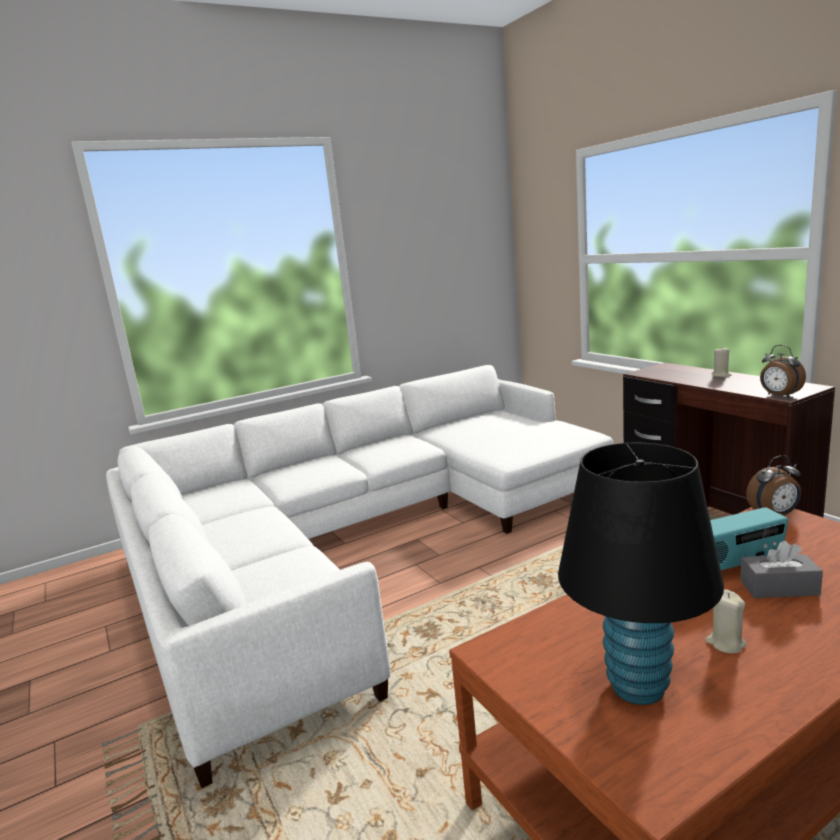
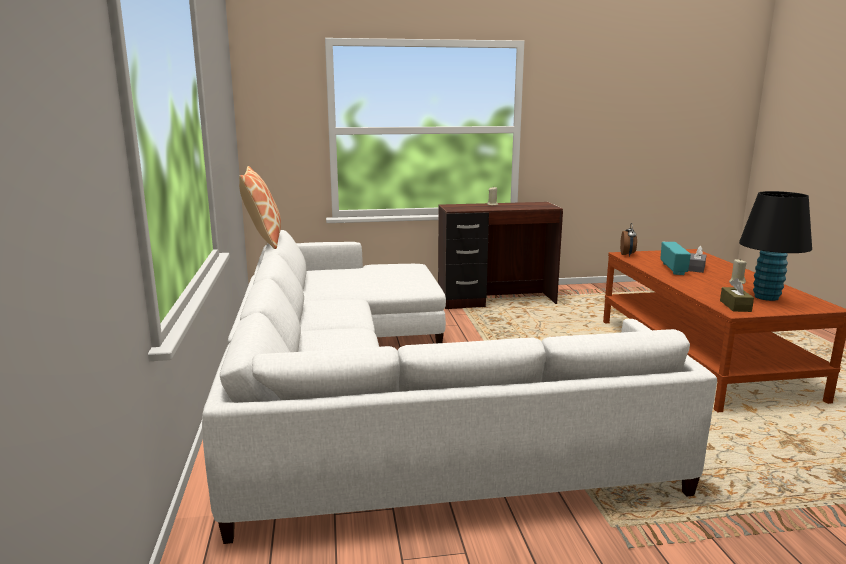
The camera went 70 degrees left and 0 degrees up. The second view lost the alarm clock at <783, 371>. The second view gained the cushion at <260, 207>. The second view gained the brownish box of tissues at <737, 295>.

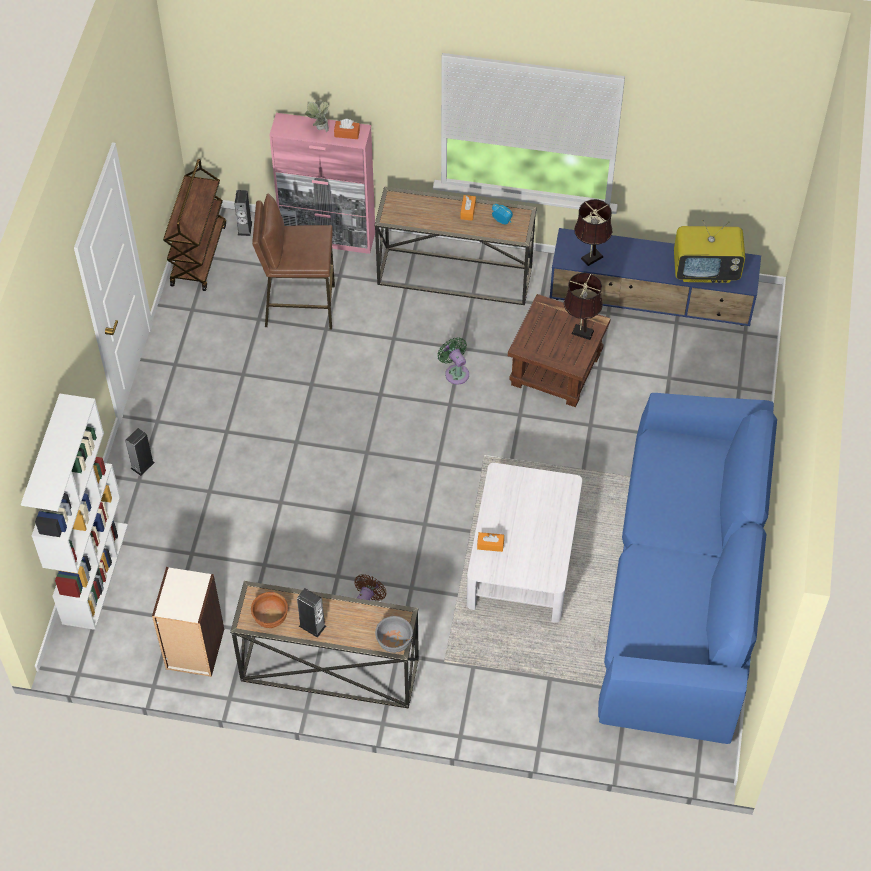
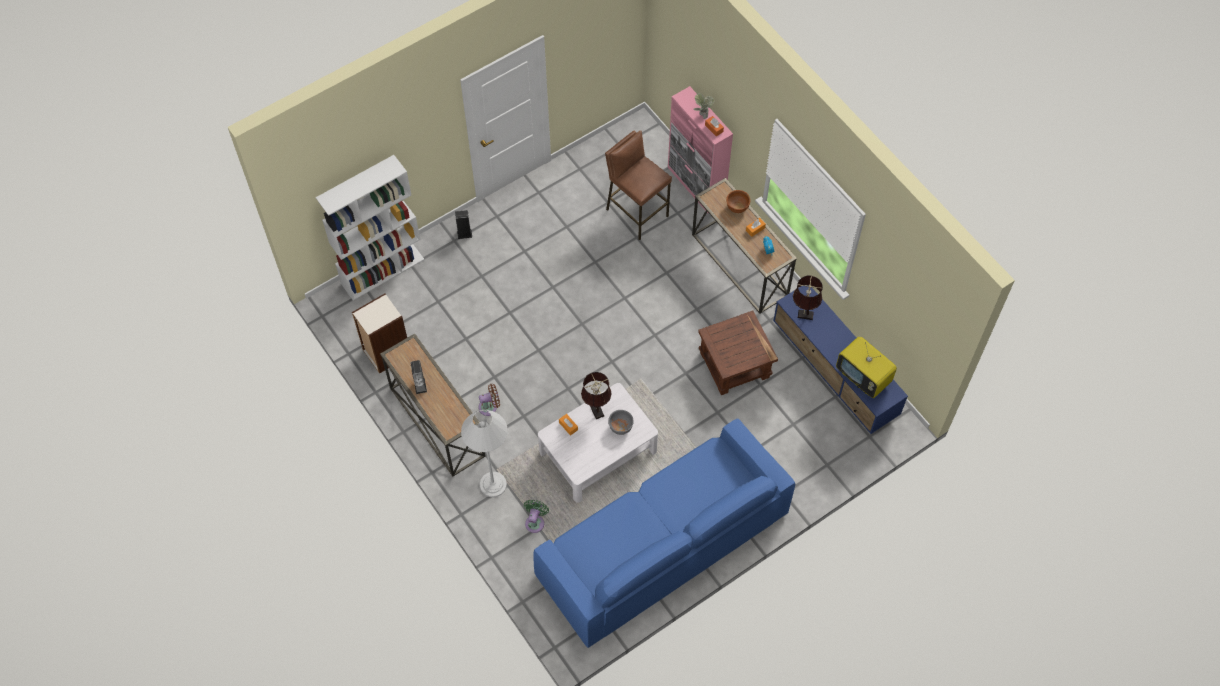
The camera went 45 degrees right and 5 degrees up. The second view lost the brownish wheeled cart at <194, 225>. The second view lost the loudspeaker at <243, 213>. The brownish table lamp ended up elsewhere, having gone from <583, 306> to <596, 395>. The greenish electric fan ended up elsewhere, having gone from <453, 361> to <536, 516>. The brownish deep dish ended up elsewhere, having gone from <269, 610> to <738, 201>. The gray deep dish ended up elsewhere, having gone from <394, 634> to <621, 422>. The second view gained the white-coloured floor lamp at <484, 453>.

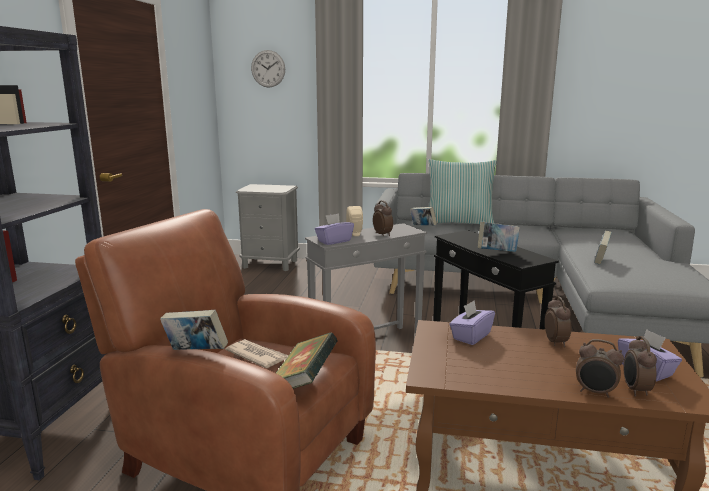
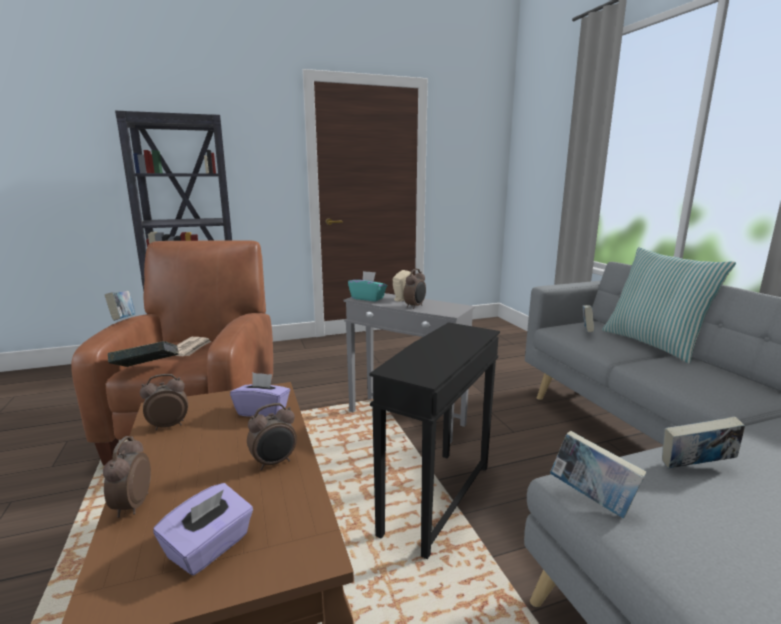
The camera went 60 degrees right and 0 degrees up. The second view lost the wall clock at <268, 68>. The second view lost the gray night table at <268, 227>. What was the purple box of tissues at <334, 229> turned into the turquoise box of tissues at <367, 286>. The book ended up elsewhere, having gone from <499, 237> to <598, 474>. The alarm clock ended up elsewhere, having gone from <640, 366> to <164, 402>.

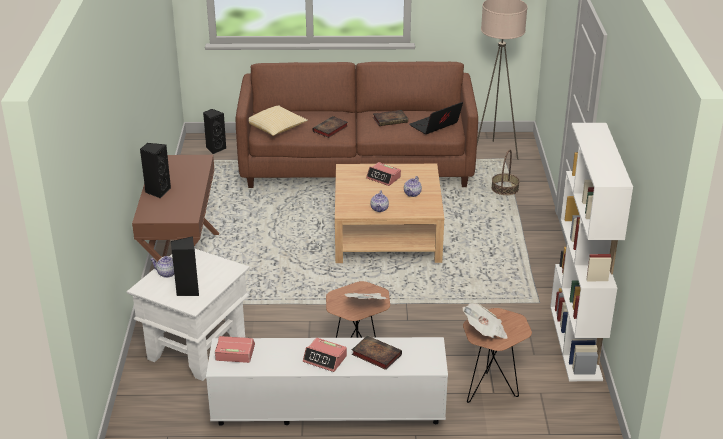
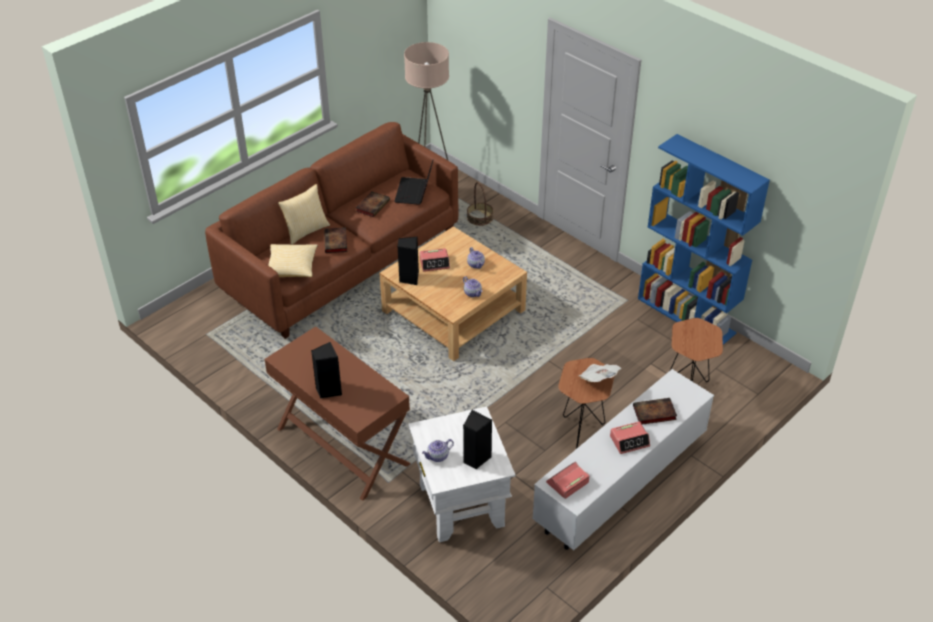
The camera went 45 degrees left and 10 degrees up. The black-coloured loudspeaker ended up elsewhere, having gone from <215, 131> to <408, 261>. What was the white-coloured bookcase at <591, 252> turned into the bluish bookcase at <704, 239>. The second view lost the newspaper at <485, 321>. The second view gained the cushion at <304, 214>.

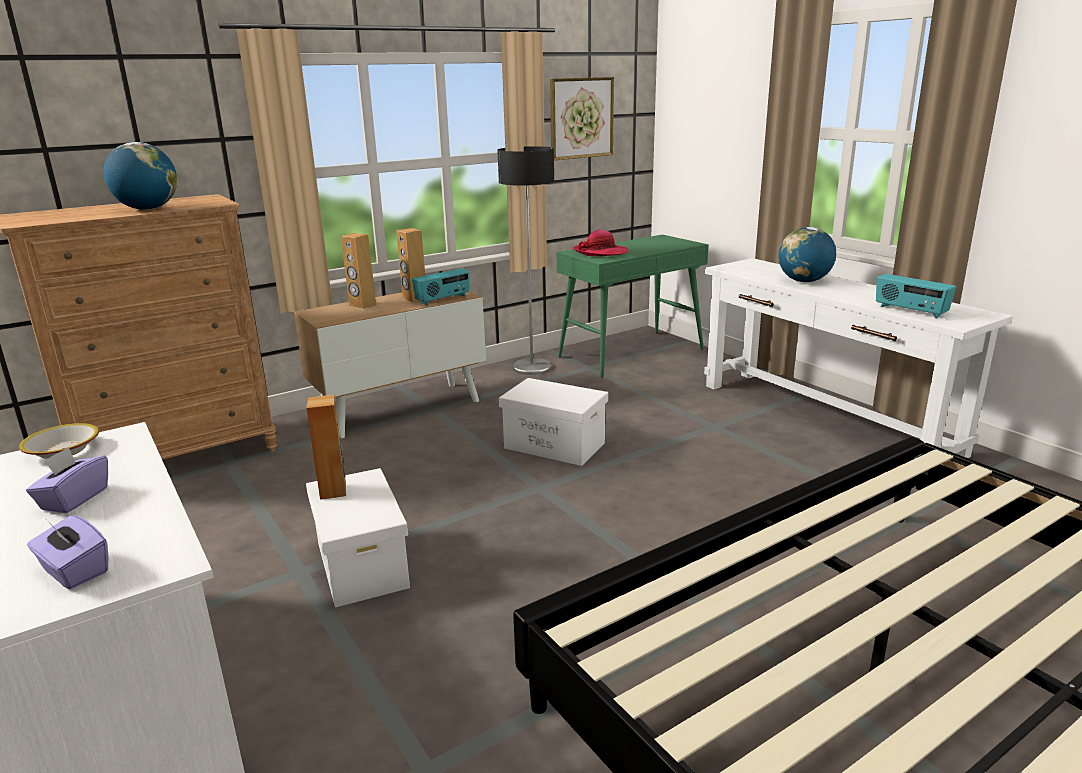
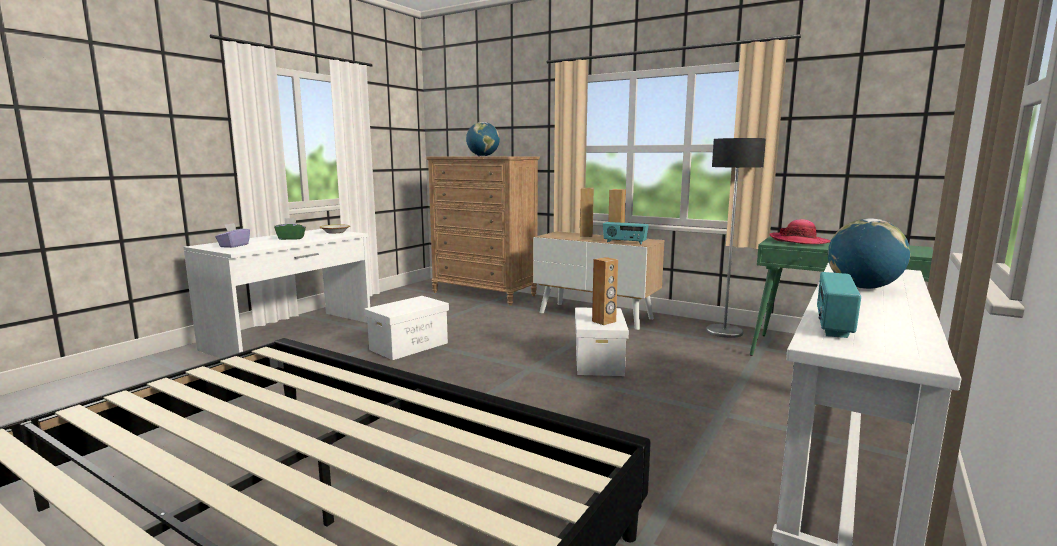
The camera went 65 degrees right and 10 degrees down. The second view lost the wall art at <582, 118>. The brownish loudspeaker ended up elsewhere, having gone from <326, 447> to <605, 291>. What was the purple box of tissues at <67, 480> turned into the greenish box of tissues at <290, 229>.

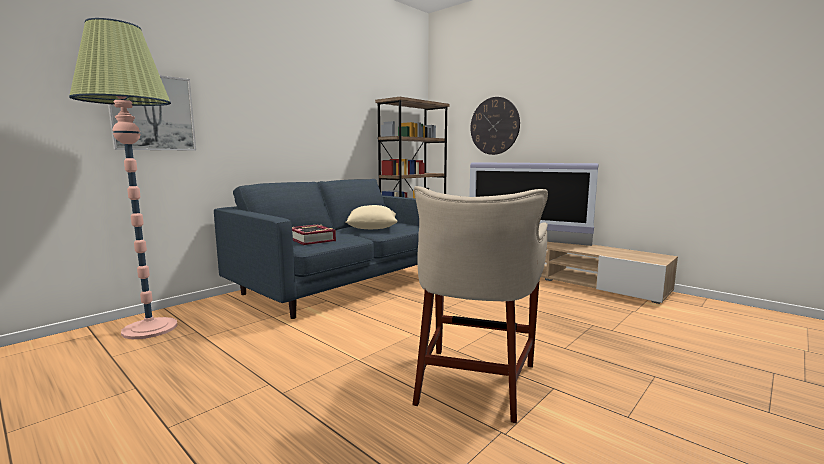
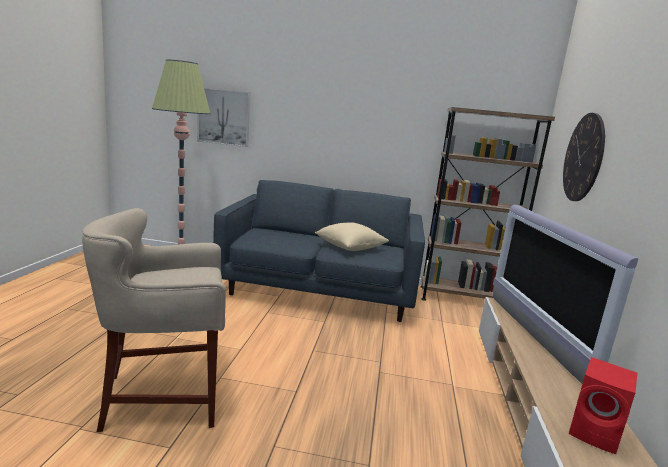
The camera went 55 degrees right and 5 degrees up. The second view lost the book at <314, 234>. The second view gained the red loudspeaker at <603, 405>.

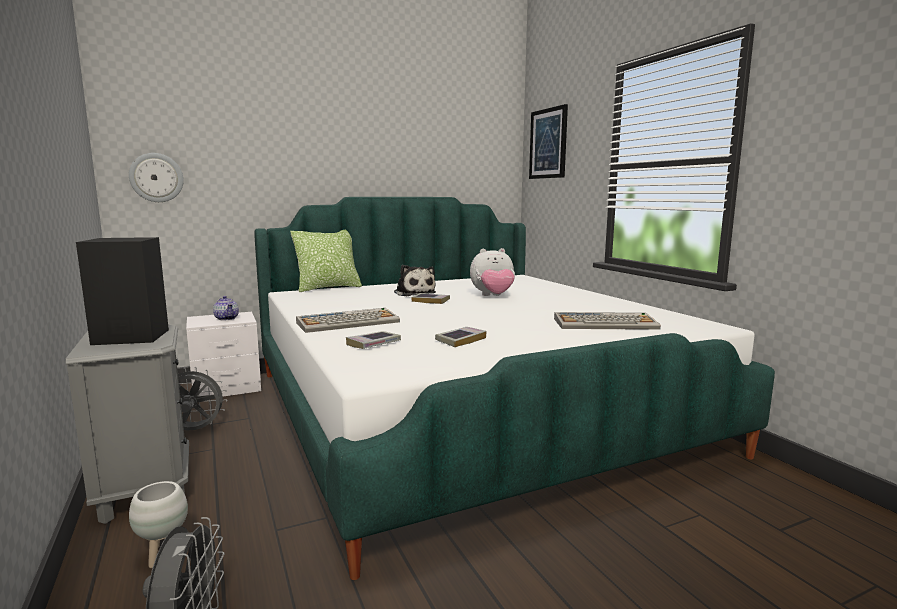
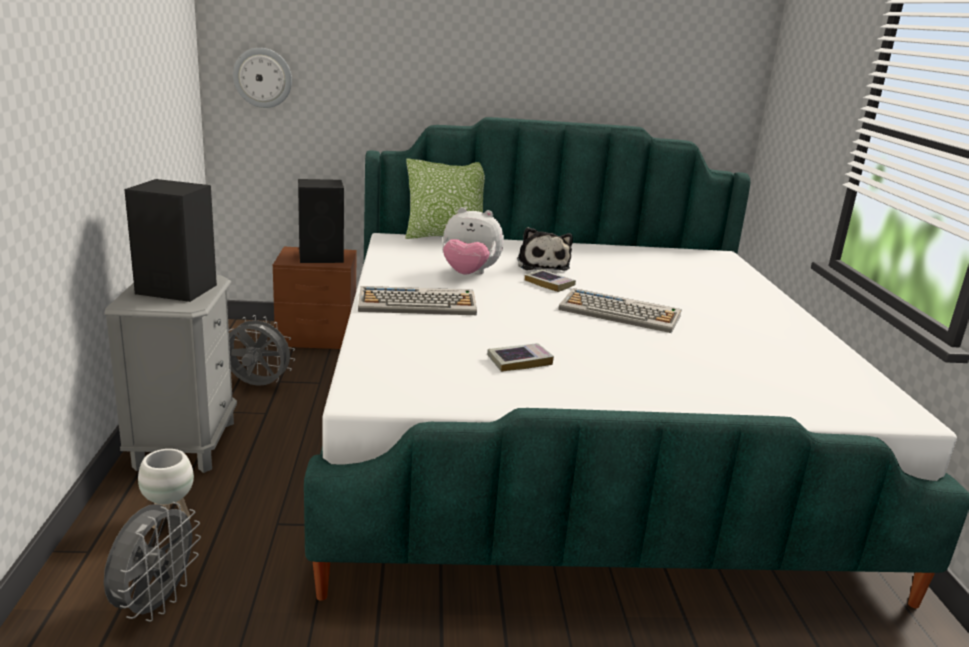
The camera went 20 degrees right and 10 degrees up. The second view lost the wall art at <548, 141>. The soft toy ended up elsewhere, having gone from <492, 272> to <473, 240>. Where the teapot stood at <226, 308>, the black-coloured loudspeaker came to stand at <321, 221>. What was the white-coloured night table at <223, 354> turned into the brownish night table at <315, 298>. The PC keyboard ended up elsewhere, having gone from <607, 321> to <619, 310>. The second view lost the book at <373, 340>.

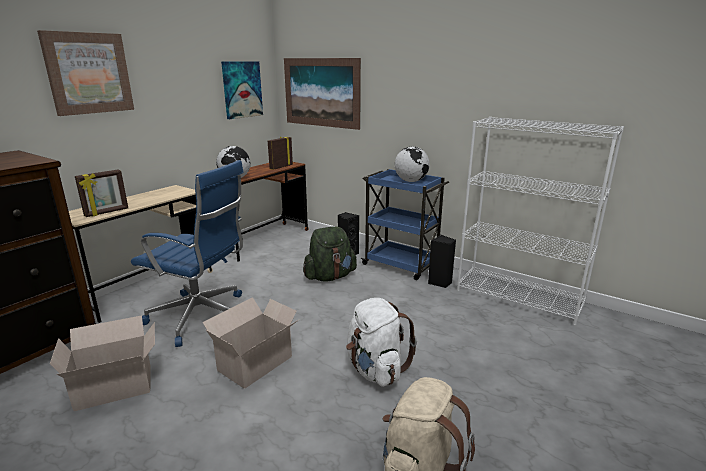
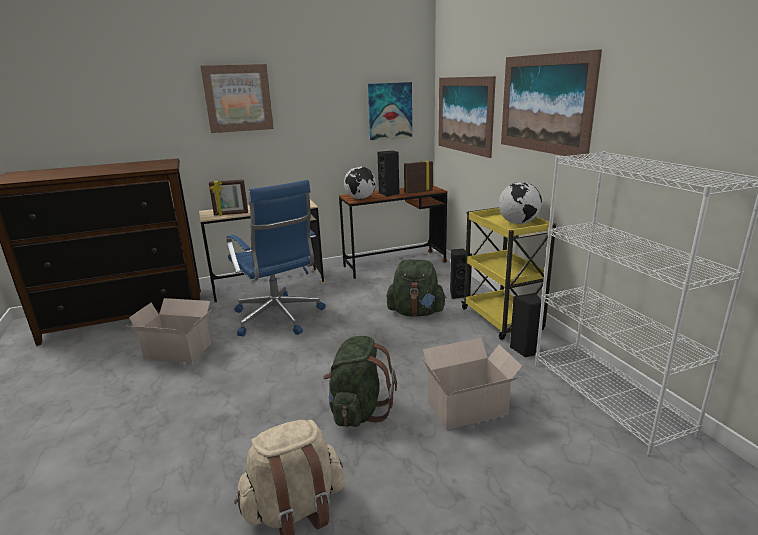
The camera went 35 degrees right and 0 degrees up. What was the bluish wheeled cart at <404, 224> turned into the yellow-coloured wheeled cart at <509, 273>. The carton ended up elsewhere, having gone from <251, 343> to <472, 384>. What was the white-coloured backpack at <381, 342> turned into the greenish backpack at <360, 381>. The second view gained the wall art at <551, 104>. The second view gained the black-coloured loudspeaker at <388, 174>.

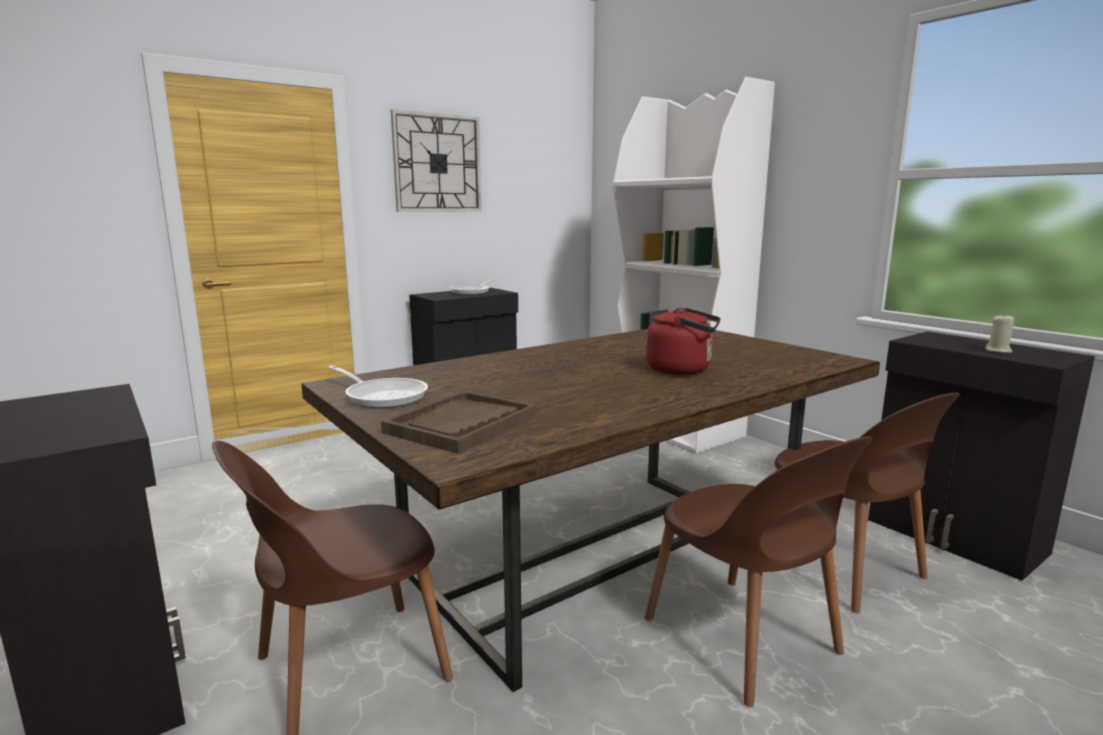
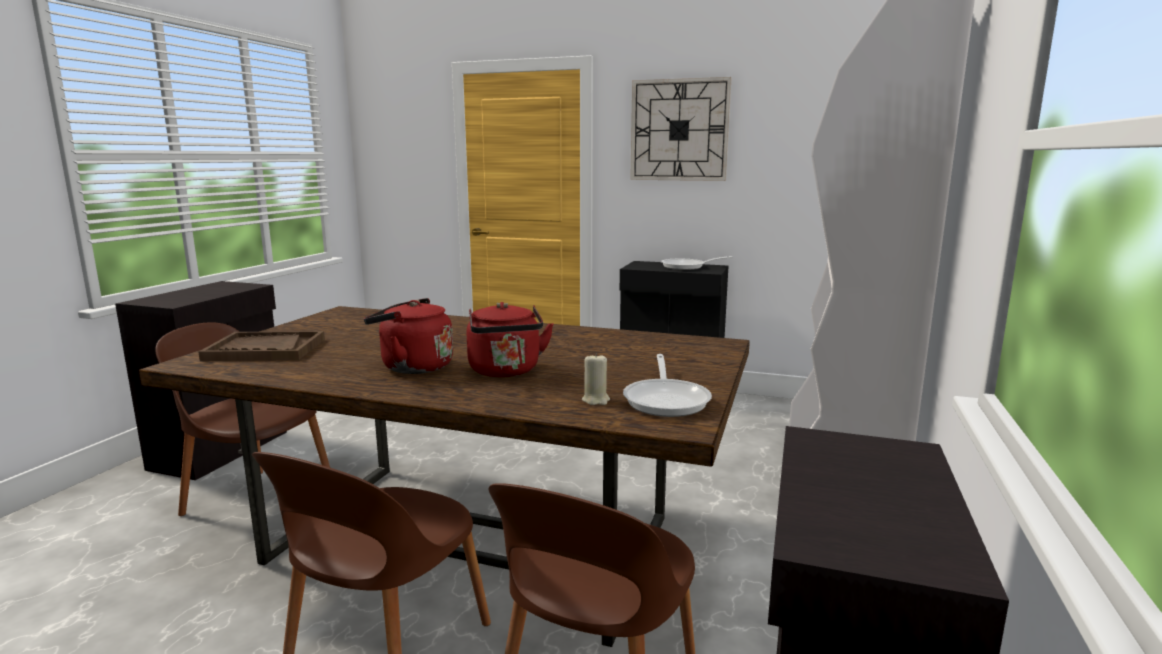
The camera went 55 degrees right and 0 degrees up. The sand-coloured candle ended up elsewhere, having gone from <999, 333> to <596, 379>. The frying pan ended up elsewhere, having gone from <378, 387> to <667, 385>. The second view gained the red kettle at <408, 336>.

